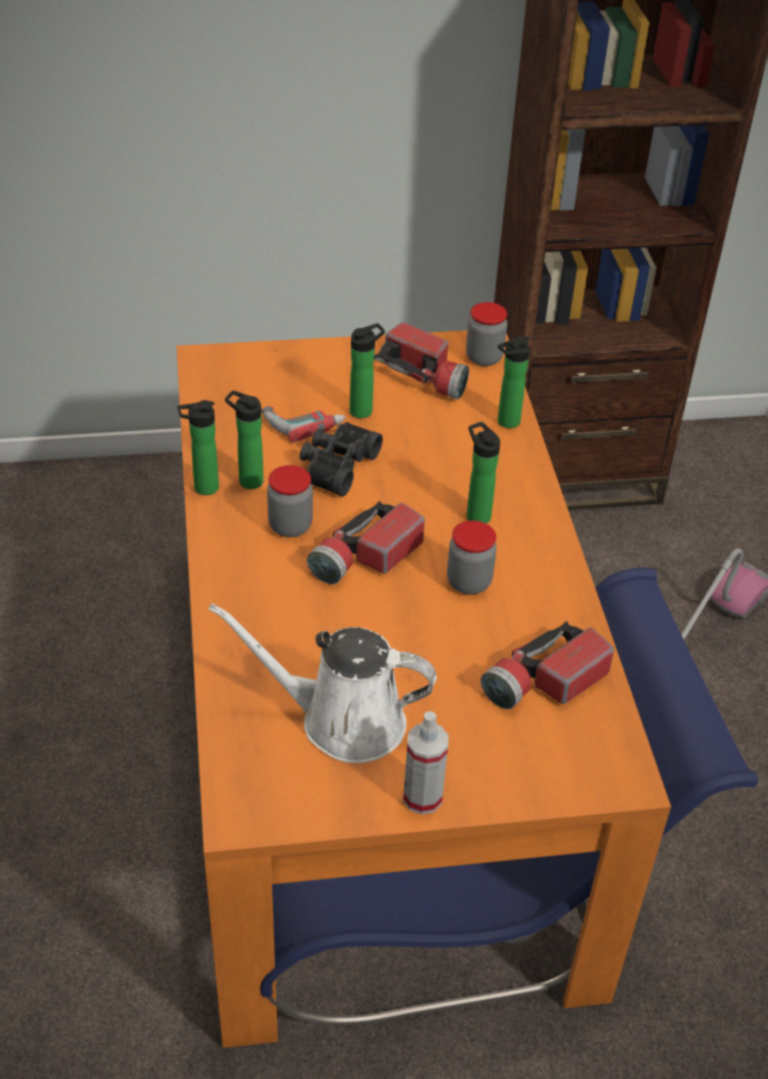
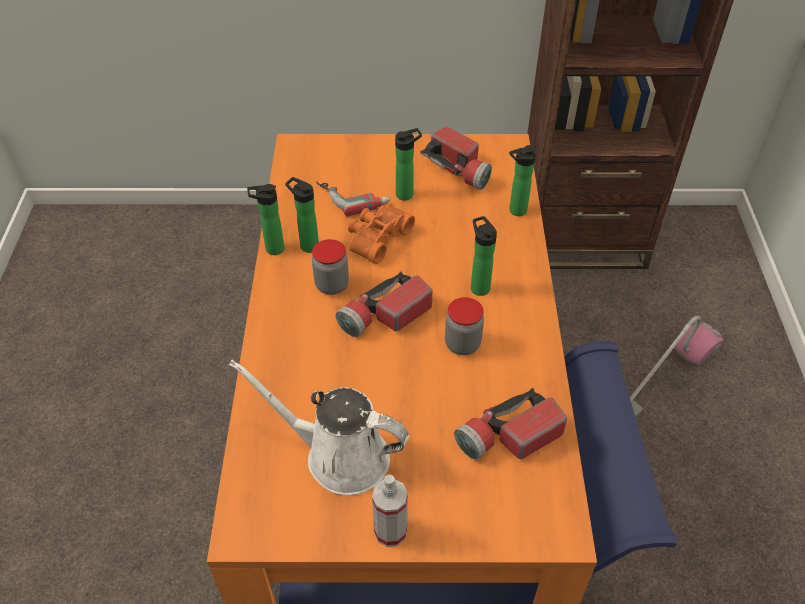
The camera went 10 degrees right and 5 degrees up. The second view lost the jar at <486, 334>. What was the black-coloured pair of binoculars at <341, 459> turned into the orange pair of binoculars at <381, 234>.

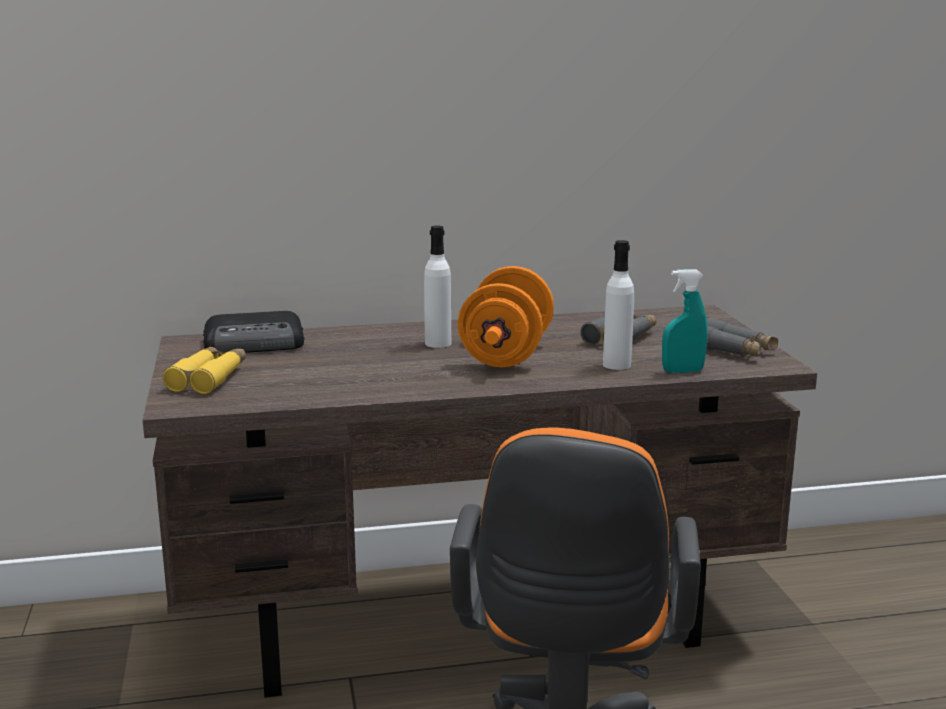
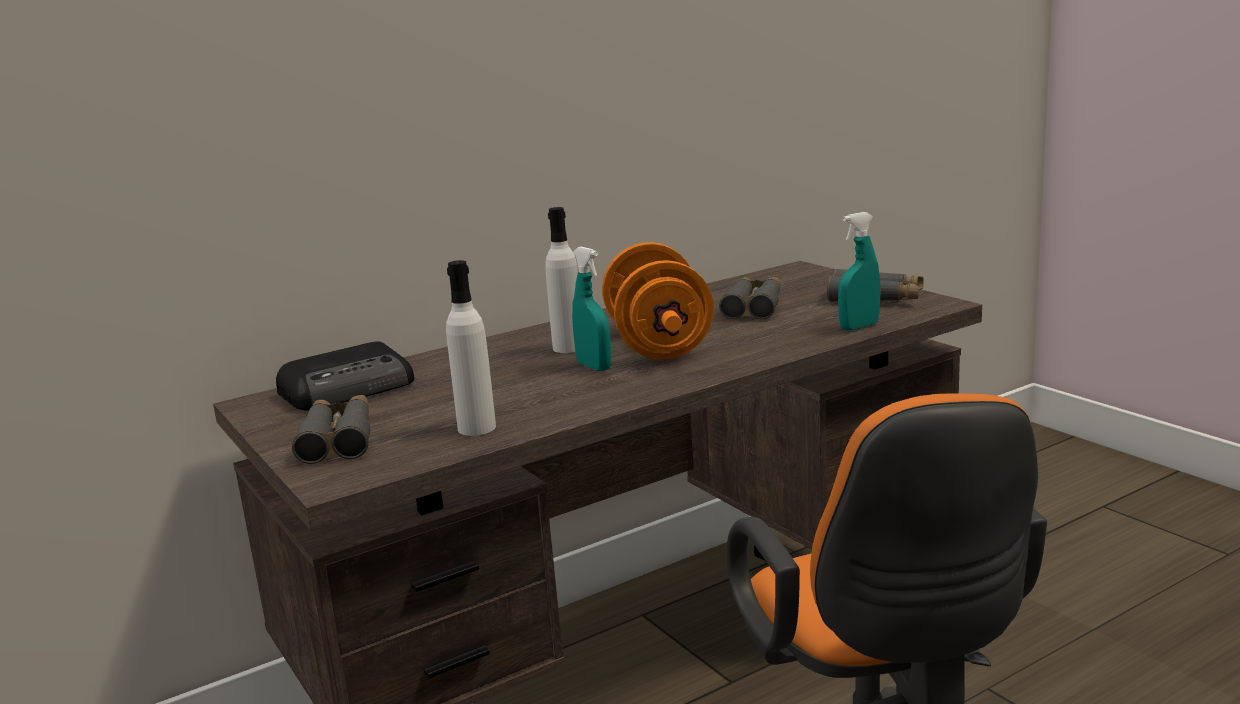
The camera went 20 degrees left and 0 degrees up. The white-coloured drink bottle ended up elsewhere, having gone from <618, 305> to <471, 348>. What was the yellow-coloured pair of binoculars at <204, 370> turned into the gray pair of binoculars at <331, 429>. The second view gained the turquoise spray bottle at <591, 309>.

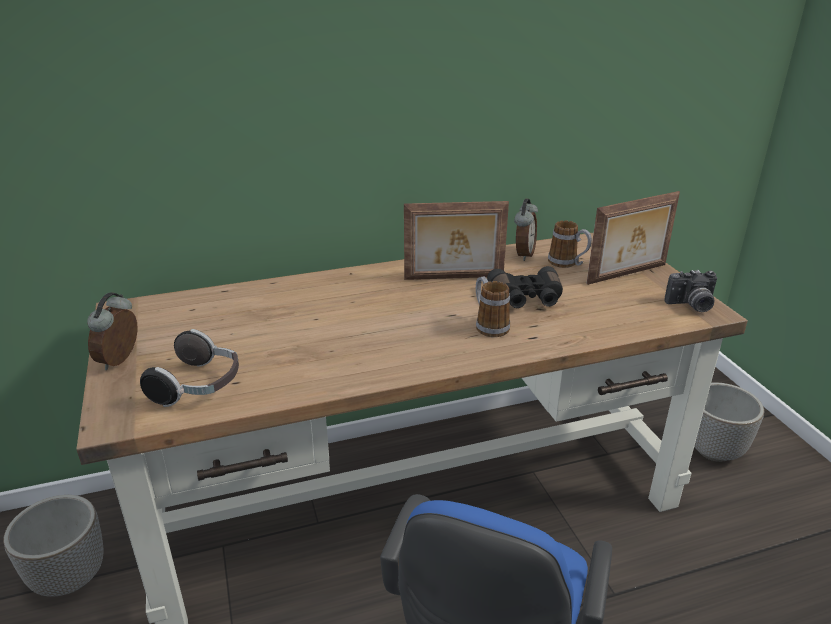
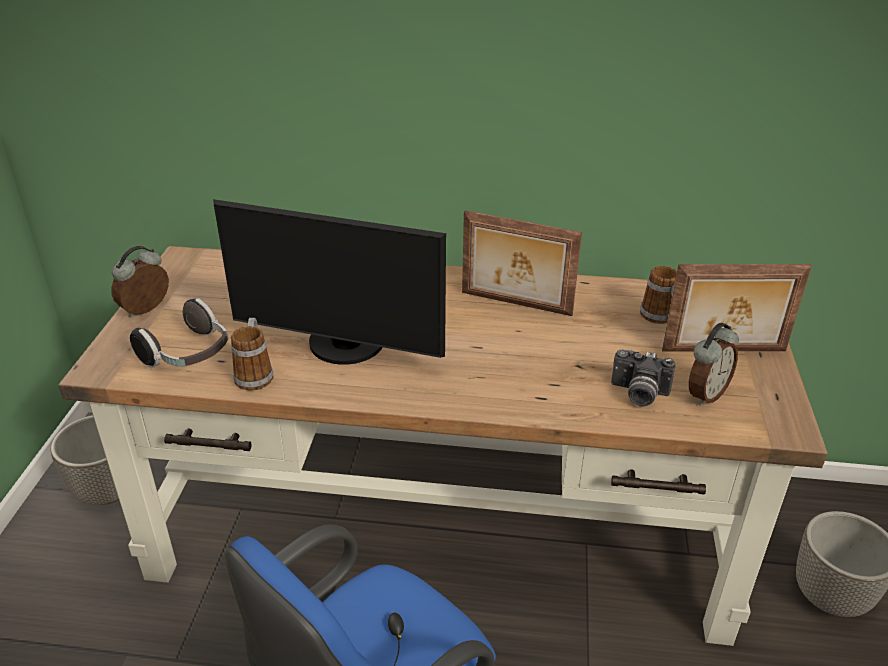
The camera went 25 degrees right and 5 degrees up. The alarm clock ended up elsewhere, having gone from <526, 230> to <714, 364>. The second view lost the black-coloured pair of binoculars at <525, 287>. The still camera ended up elsewhere, having gone from <691, 291> to <643, 378>. The coffee mug ended up elsewhere, having gone from <493, 306> to <252, 354>. The second view gained the monitor at <329, 282>.

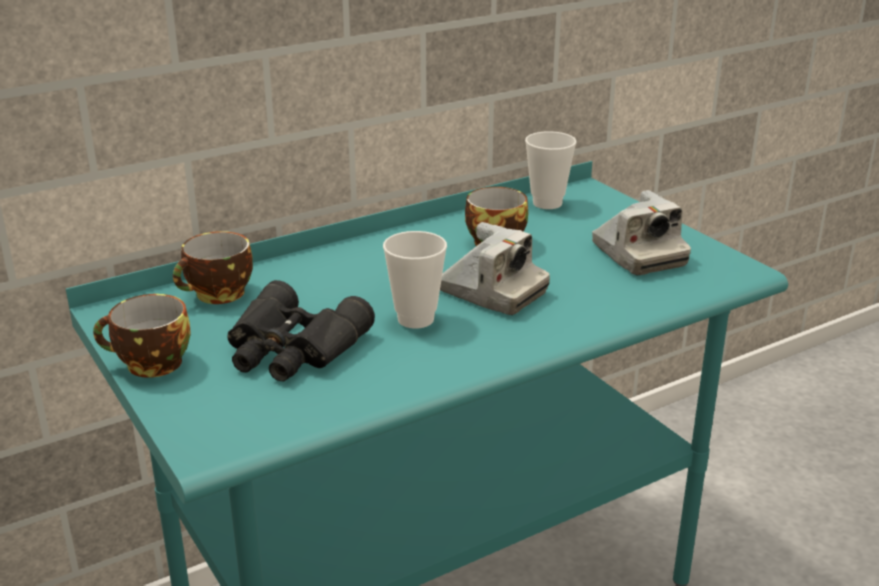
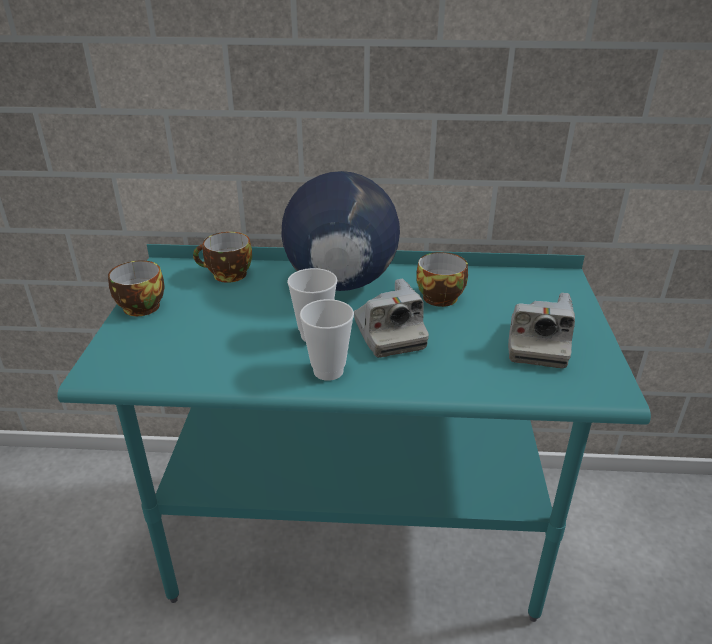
The camera went 35 degrees right and 5 degrees up. The small cup ended up elsewhere, having gone from <551, 170> to <327, 340>. The second view lost the black-coloured pair of binoculars at <301, 330>. The second view gained the desk globe at <340, 231>.

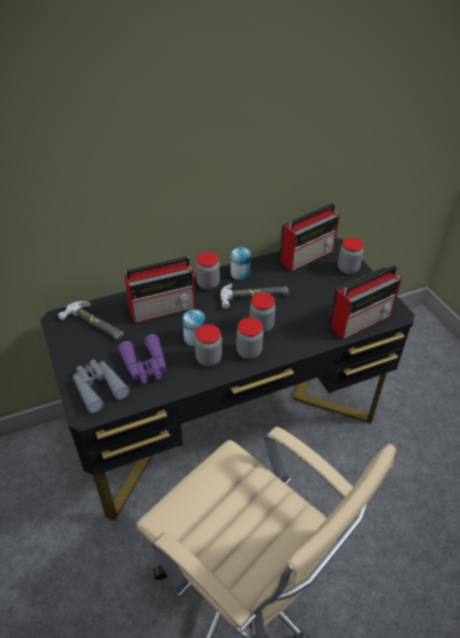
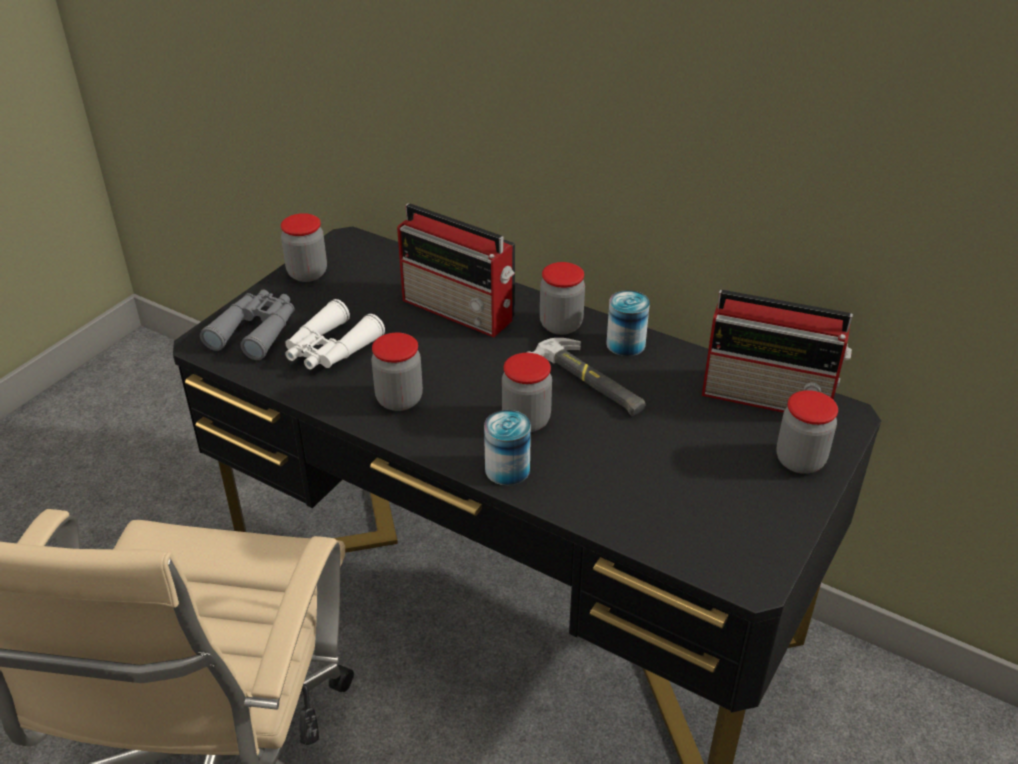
The camera went 55 degrees right and 5 degrees down. The second view lost the radio at <365, 302>. The second view lost the hammer at <91, 321>. The can ended up elsewhere, having gone from <193, 327> to <507, 448>. The jar ended up elsewhere, having gone from <249, 338> to <304, 247>. What was the purple pair of binoculars at <142, 358> turned into the white-coloured pair of binoculars at <335, 334>.

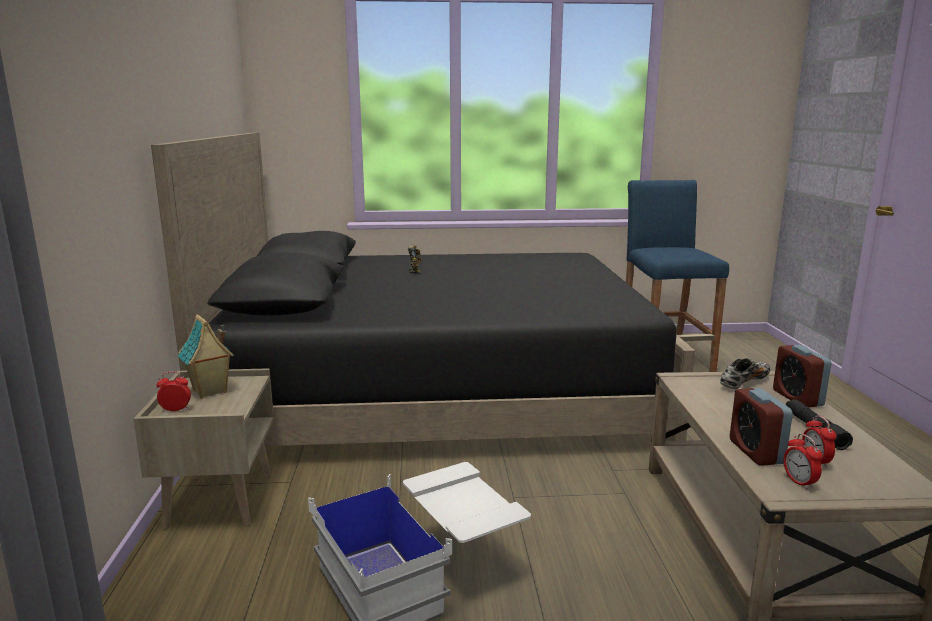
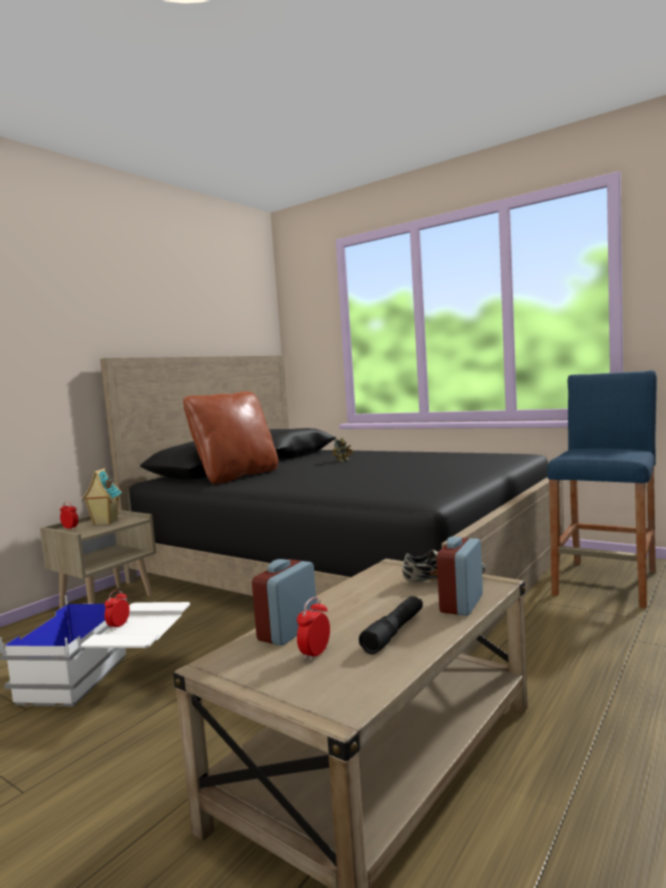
The camera went 40 degrees right and 10 degrees down. The alarm clock ended up elsewhere, having gone from <803, 462> to <117, 609>. The second view gained the brownish cushion at <230, 437>.

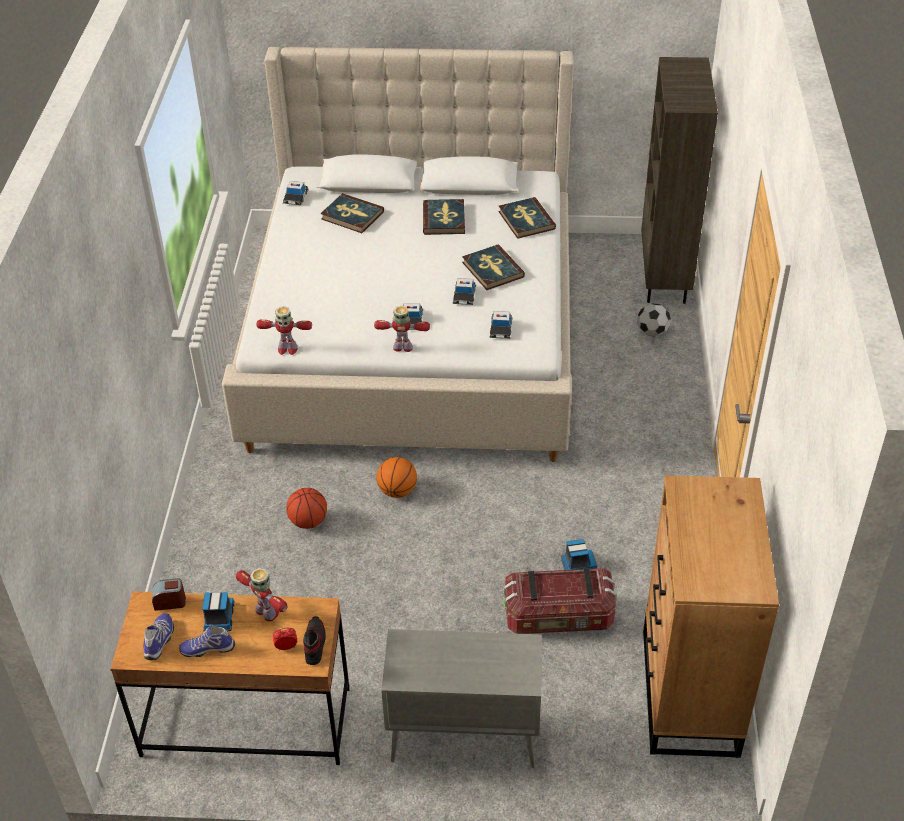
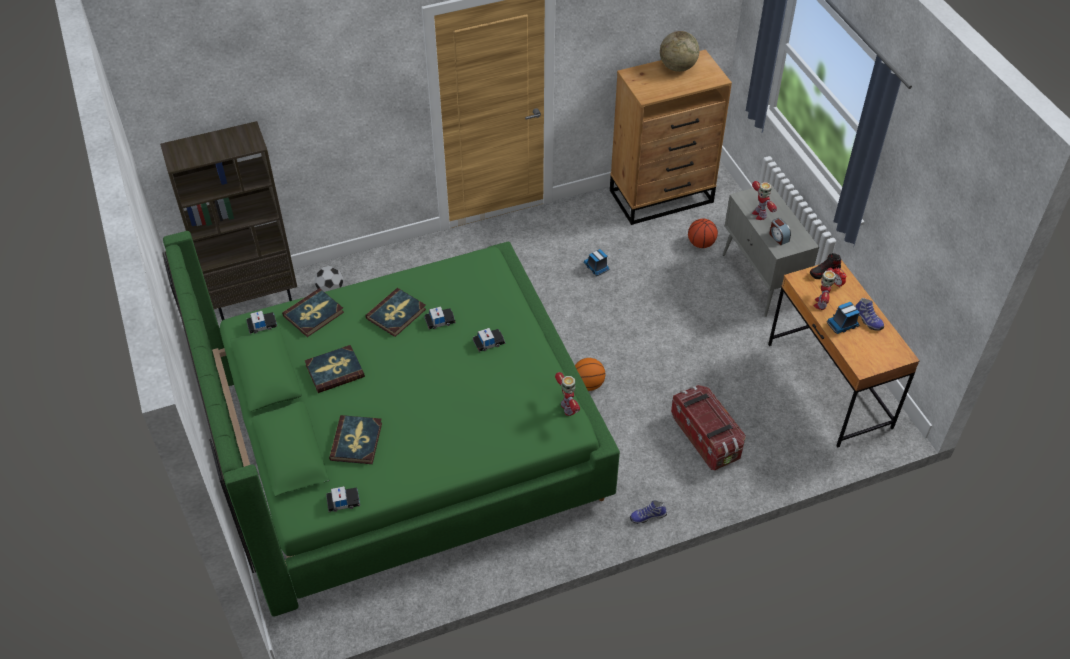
The camera went 115 degrees left and 5 degrees up. What was the sand-coloured bedroom bed at <398, 254> turned into the greenish bedroom bed at <391, 424>. The robot figure ended up elsewhere, having gone from <402, 329> to <764, 200>. The model car ended up elsewhere, having gone from <501, 325> to <262, 322>. The ball for basketball ended up elsewhere, having gone from <306, 508> to <703, 233>. The storage bin ended up elsewhere, having gone from <560, 601> to <708, 427>. The alarm clock ended up elsewhere, having gone from <169, 594> to <780, 231>. The low shoe ended up elsewhere, having gone from <158, 636> to <648, 512>. The second view gained the desk globe at <679, 51>.

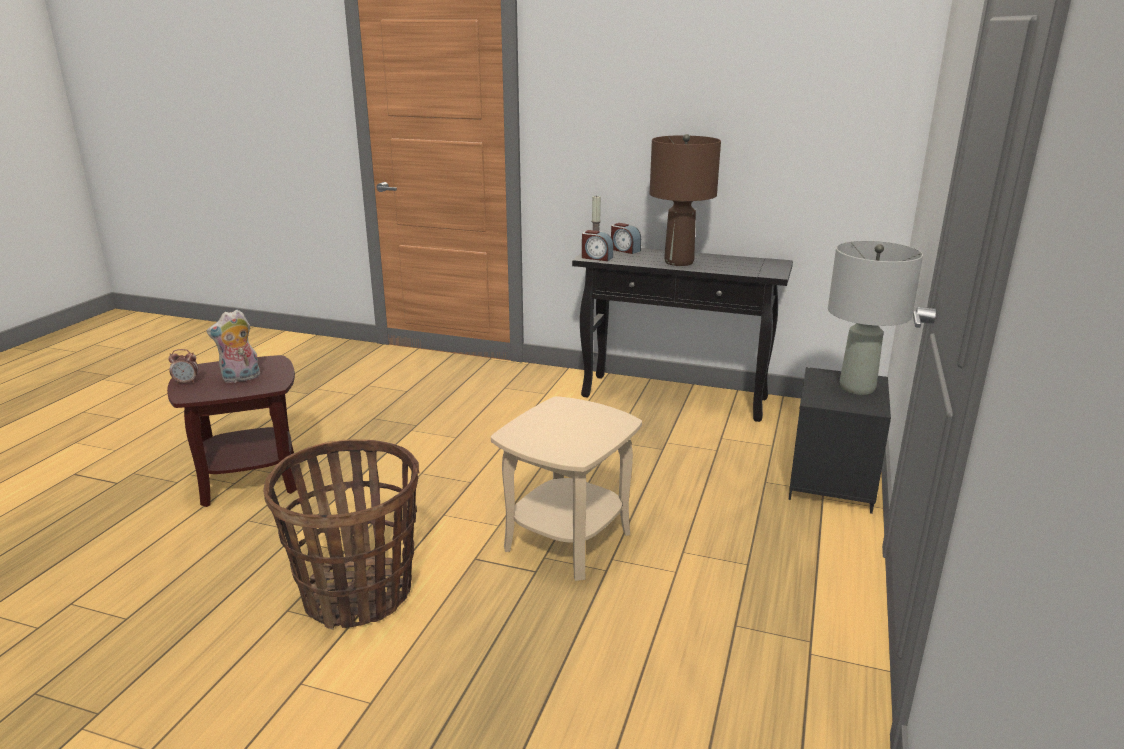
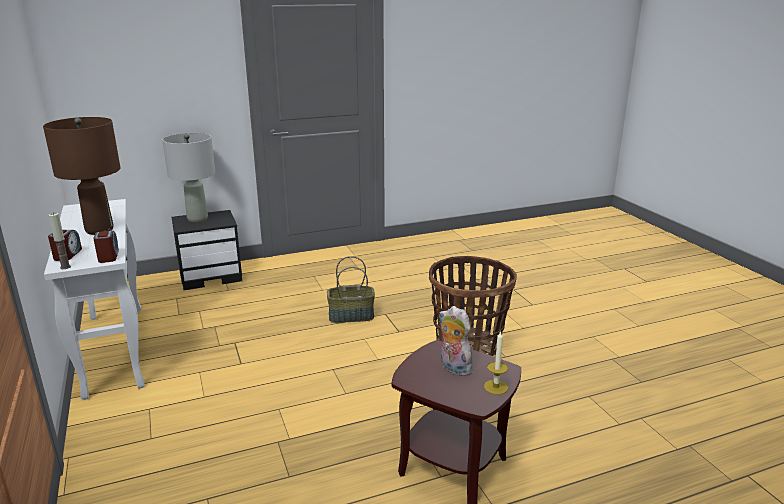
The camera went 130 degrees left and 0 degrees up. What was the black-coloured hall table at <682, 335> turned into the white-coloured hall table at <94, 299>. The soft toy at <233, 346> ended up facing another way, 150 degrees counterclockwise from before. Where the alarm clock stood at <183, 366>, the candle came to stand at <496, 363>. Where the sand-coloured end table stood at <566, 488>, the basket came to stand at <351, 289>.

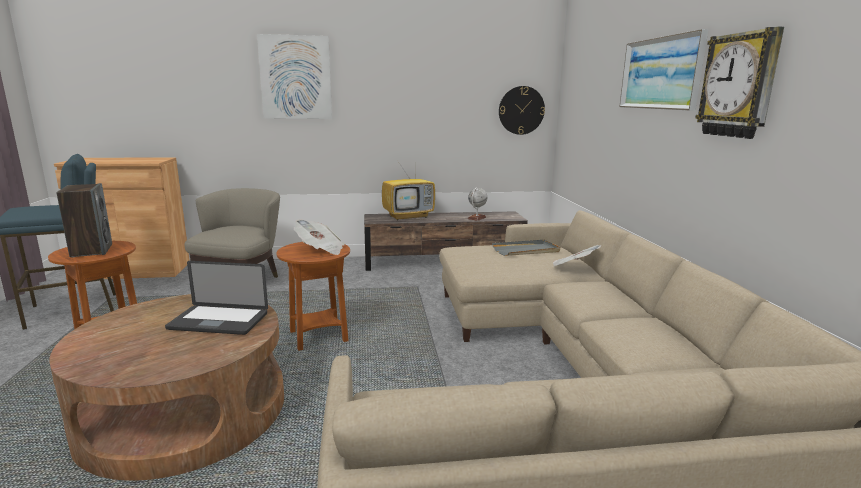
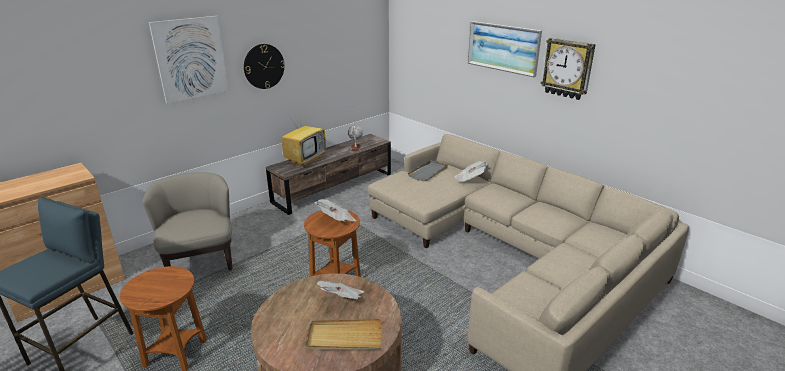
The camera went 35 degrees left and 10 degrees up. The wall clock ended up elsewhere, having gone from <522, 110> to <264, 66>. The second view lost the loudspeaker at <84, 220>. Where the portable computer stood at <216, 298>, the newspaper came to stand at <340, 290>. The second view gained the sand-coloured serving tray at <344, 334>.

